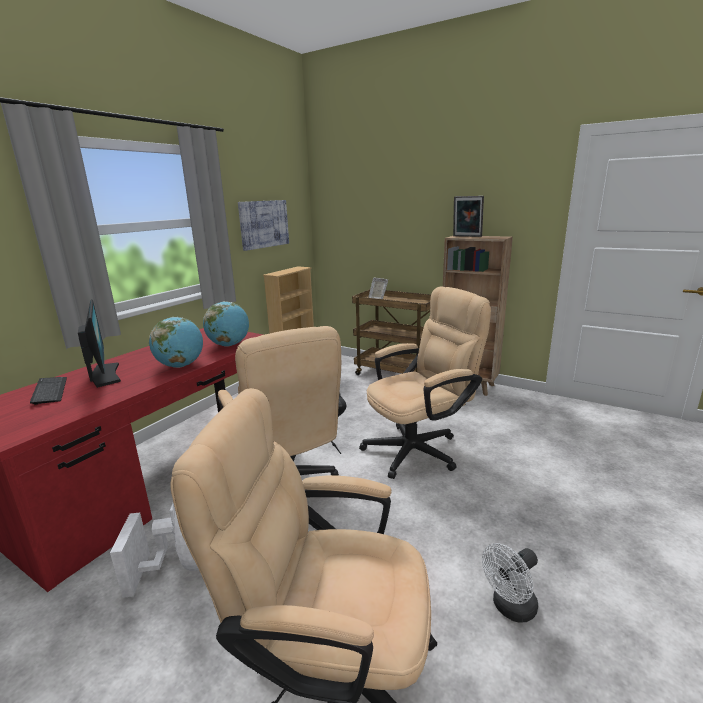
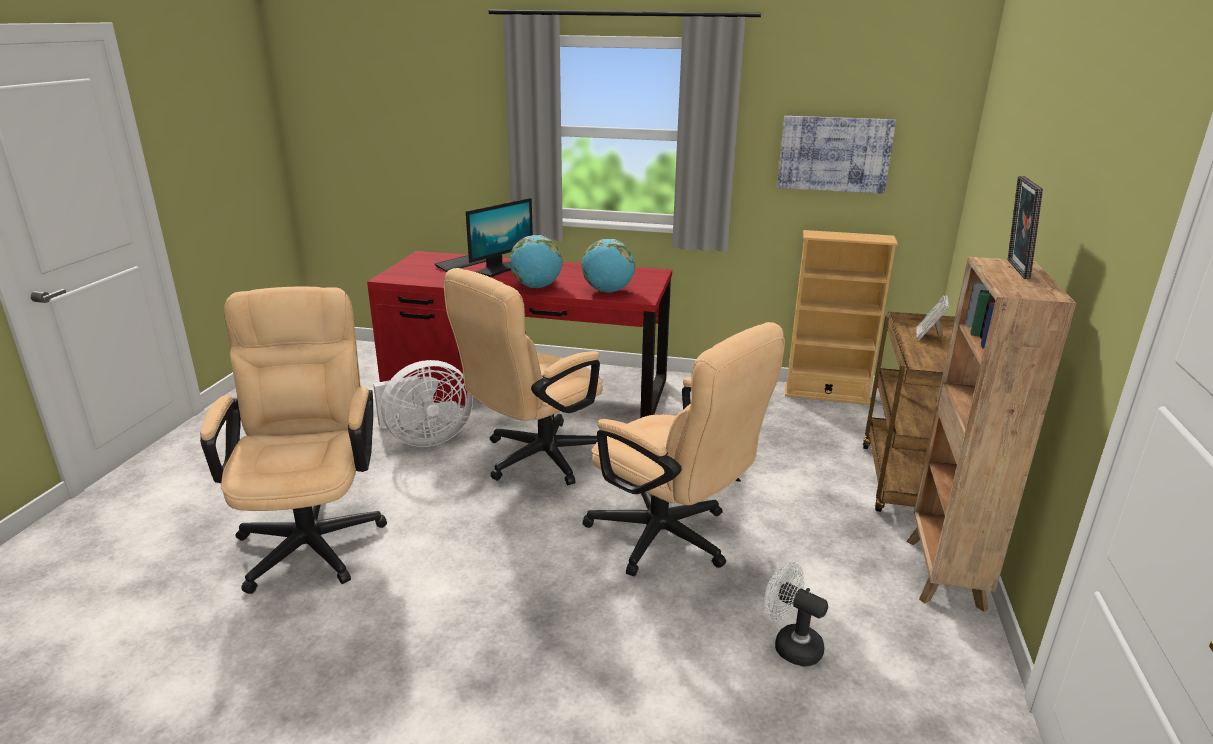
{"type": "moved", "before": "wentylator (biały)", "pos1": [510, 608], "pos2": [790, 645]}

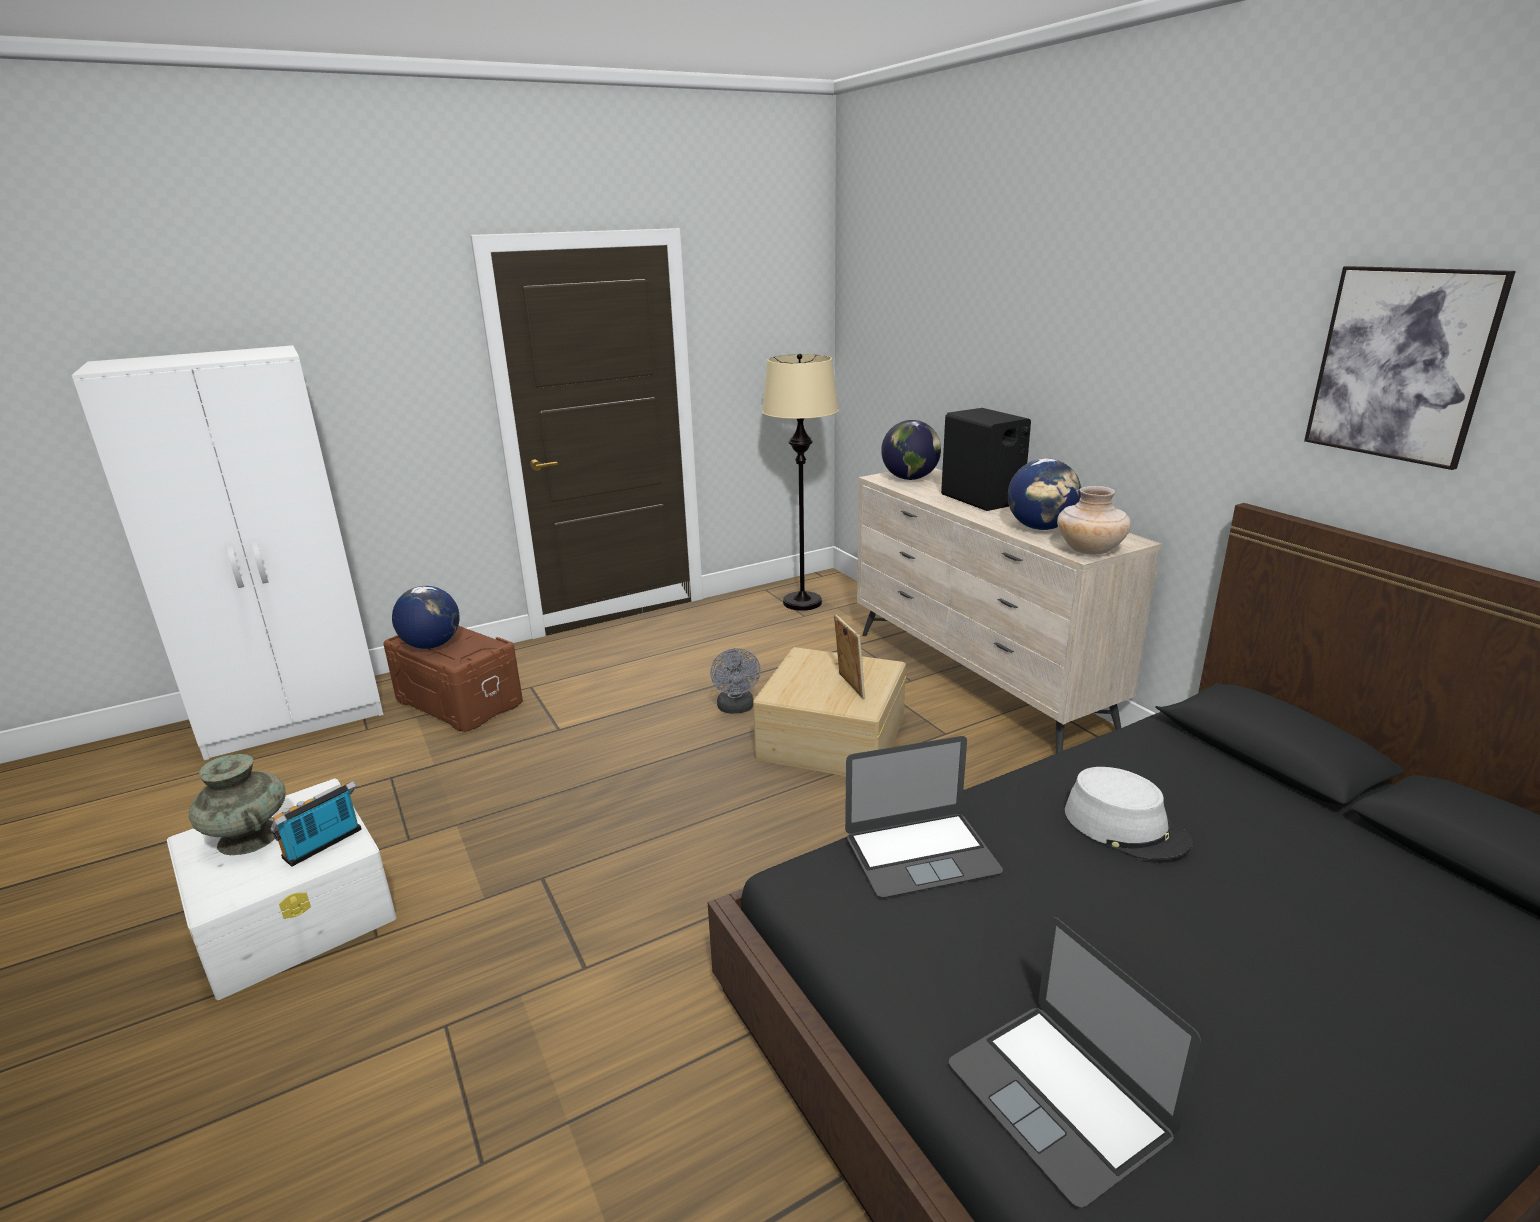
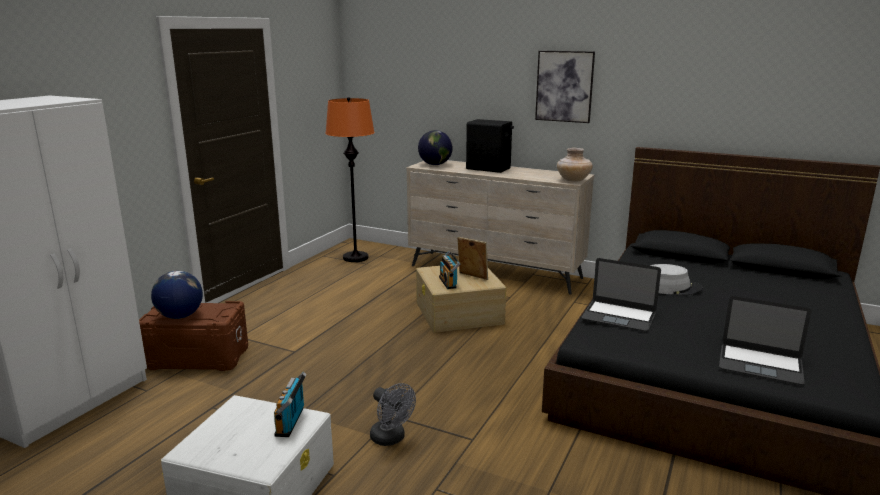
{"type": "recoloured", "before": "lampa stojąca (beżowy)", "after": "lampa stojąca (pomarańczowy)", "pos1": [802, 602], "pos2": [355, 257]}
{"type": "moved", "before": "wentylator (szary)", "pos1": [736, 708], "pos2": [391, 439]}
{"type": "added", "after": "radio", "pos2": [449, 282]}
{"type": "moved", "before": "obraz", "pos1": [1401, 364], "pos2": [564, 86]}
{"type": "turned", "before": "laptop", "pos1": [921, 853], "pos2": [619, 316], "turn": 75}
{"type": "removed", "before": "wazon (turkusowy)", "pos1": [248, 837]}
{"type": "removed", "before": "globus", "pos1": [1041, 528]}

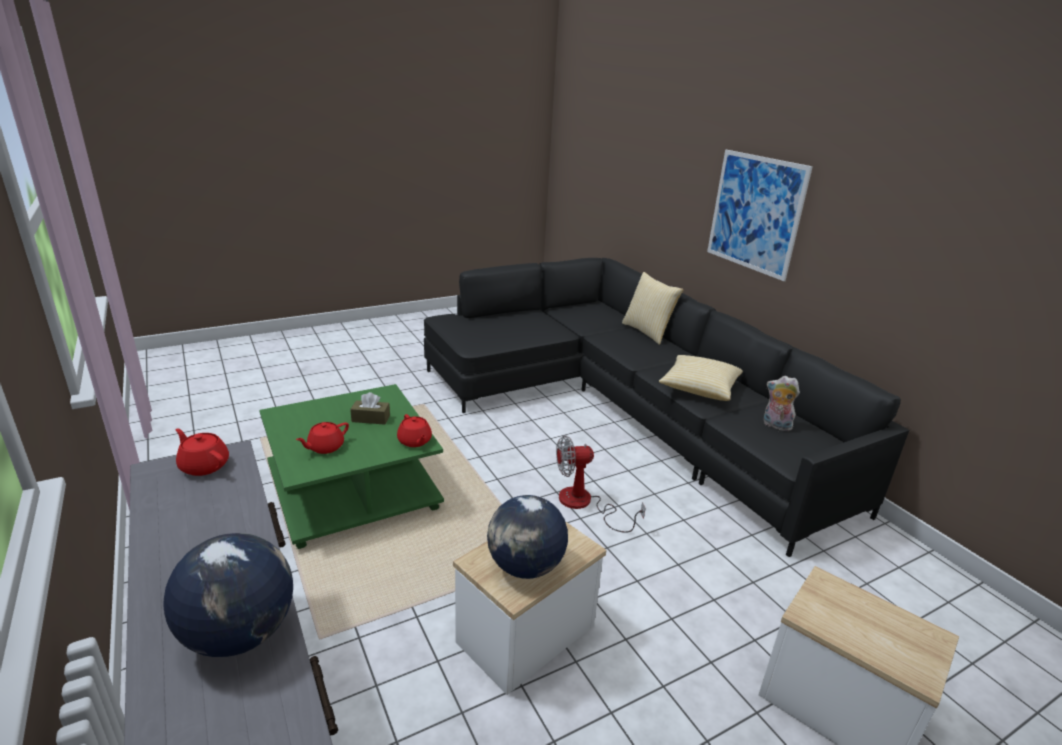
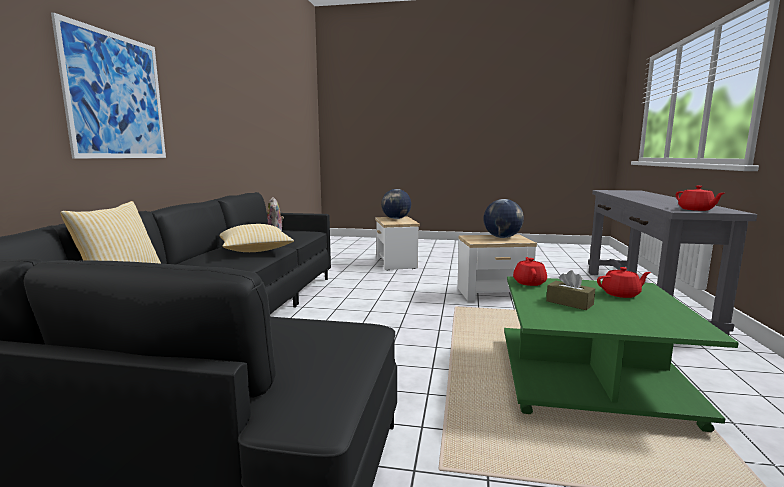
{"type": "moved", "before": "globus", "pos1": [239, 634], "pos2": [396, 218]}
{"type": "removed", "before": "wentylator", "pos1": [584, 504]}

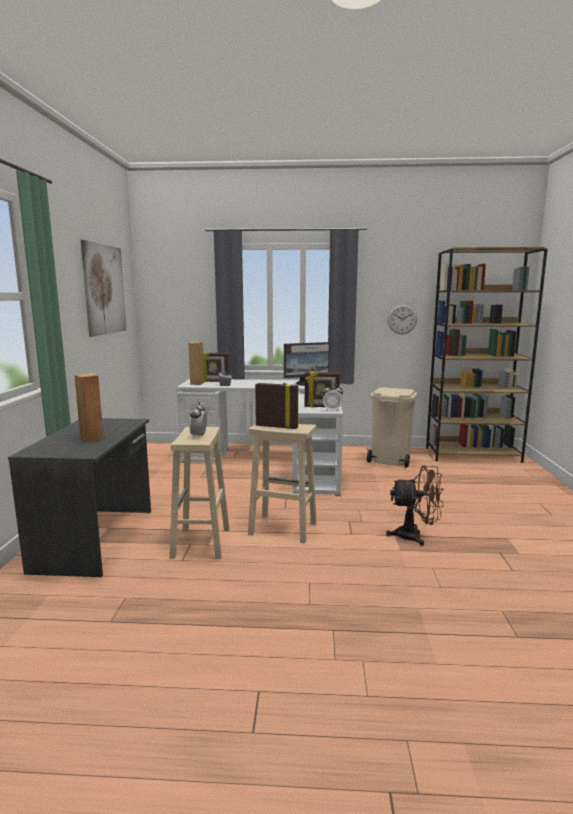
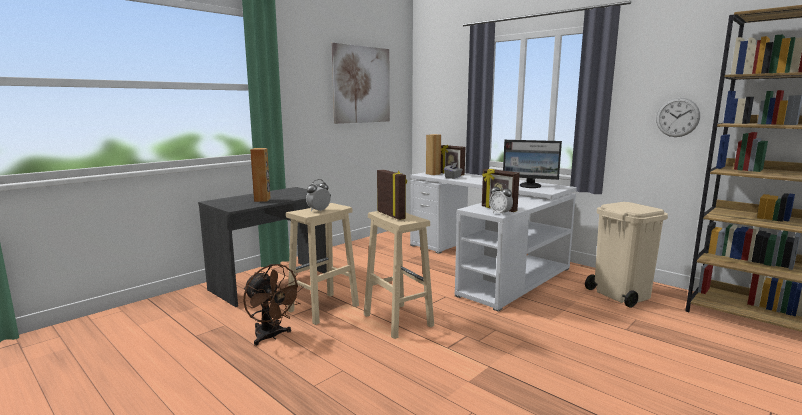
{"type": "moved", "before": "wentylator (brązowy)", "pos1": [415, 536], "pos2": [271, 337]}

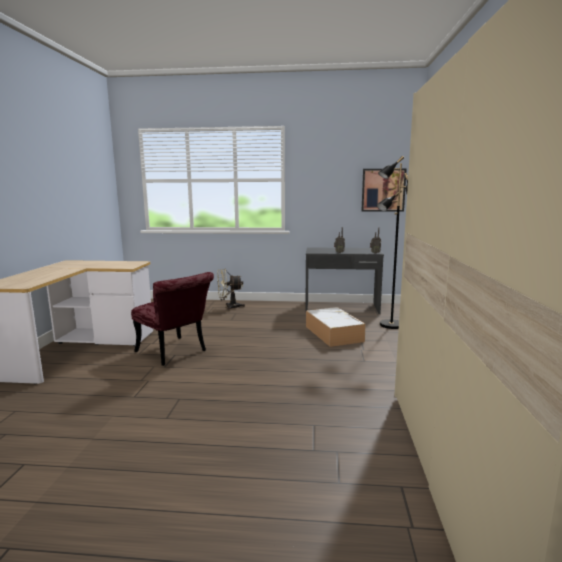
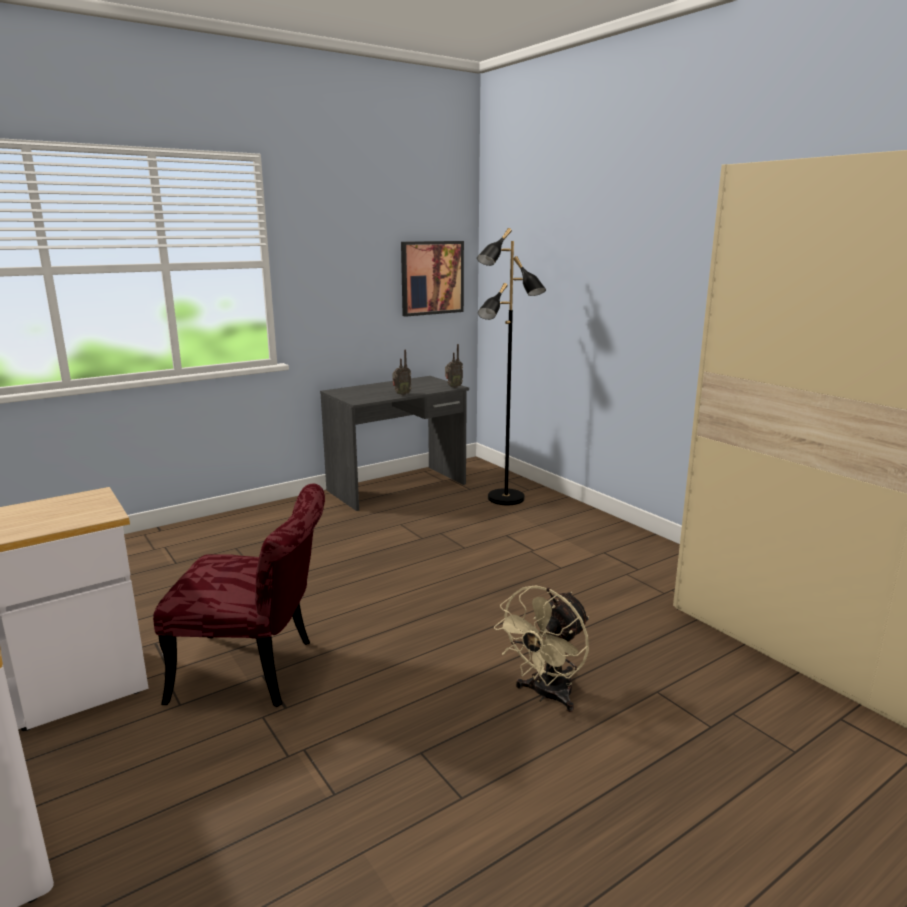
{"type": "moved", "before": "wentylator (beżowy)", "pos1": [229, 307], "pos2": [546, 695]}
{"type": "removed", "before": "pojemnik do przechowywania", "pos1": [333, 333]}

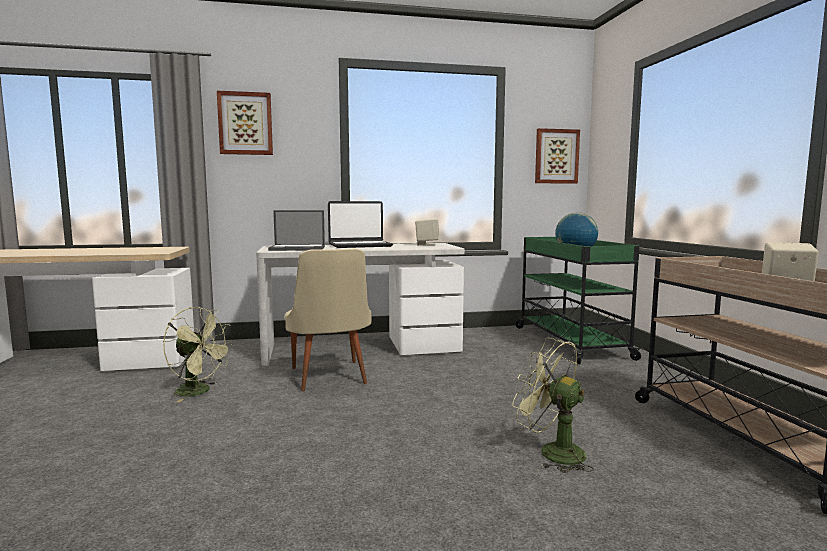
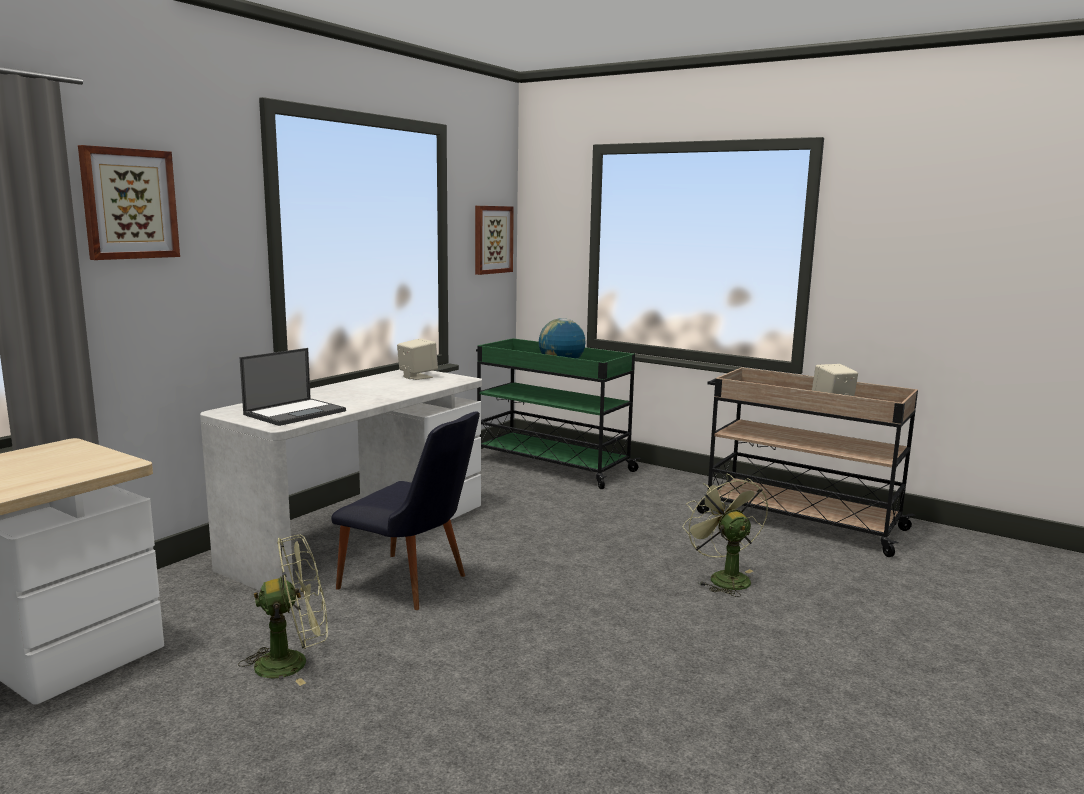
{"type": "recoloured", "before": "krzesło (beżowy)", "after": "krzesło (czarny)", "pos1": [329, 378], "pos2": [412, 585]}
{"type": "turned", "before": "wentylator (zielony)", "pos1": [552, 452], "pos2": [723, 578], "turn": 75}
{"type": "removed", "before": "laptop", "pos1": [360, 245]}

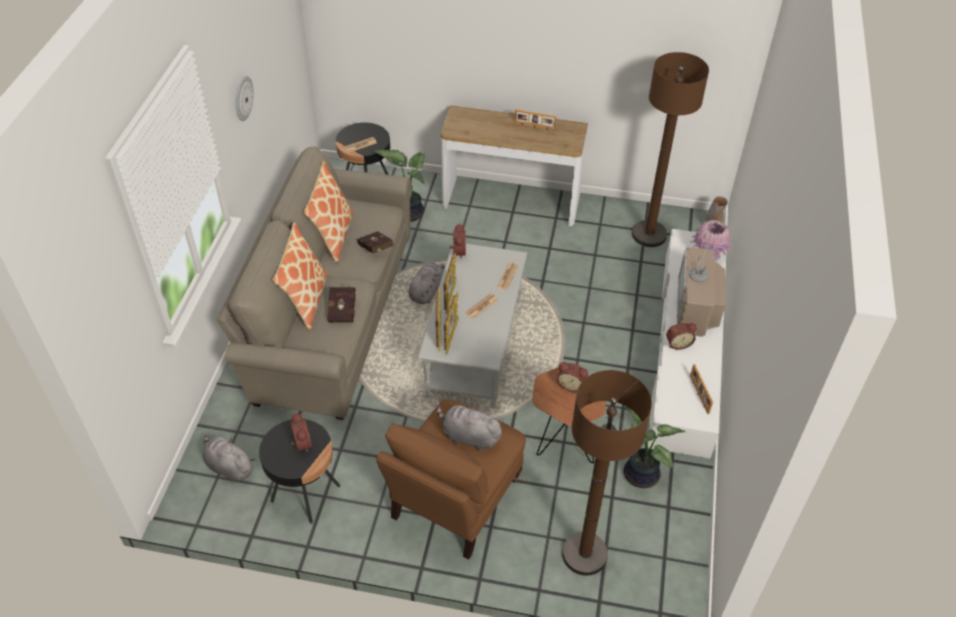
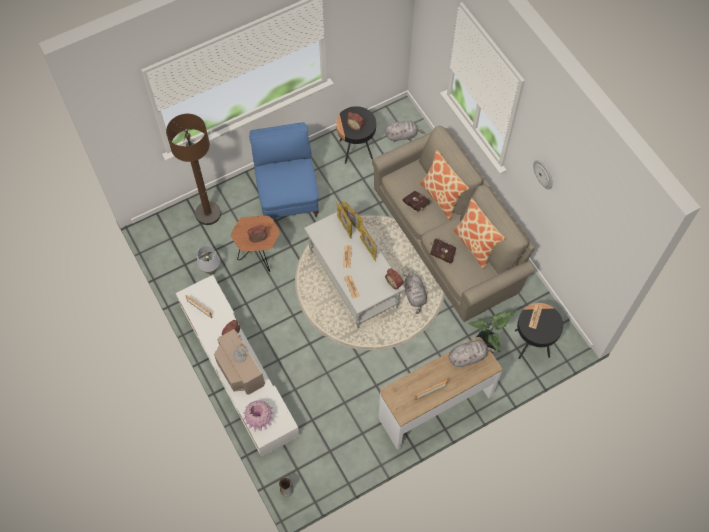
{"type": "replaced", "before": "roślina doniczkowa", "after": "lampa stołowa (szary)", "pos1": [638, 474], "pos2": [211, 271]}
{"type": "recoloured", "before": "fotel (brązowy)", "after": "fotel (niebieski)", "pos1": [454, 500], "pos2": [287, 194]}
{"type": "moved", "before": "pluszak (szary)", "pos1": [469, 436], "pos2": [468, 357]}
{"type": "removed", "before": "lampa stojąca (brązowy)", "pos1": [649, 235]}

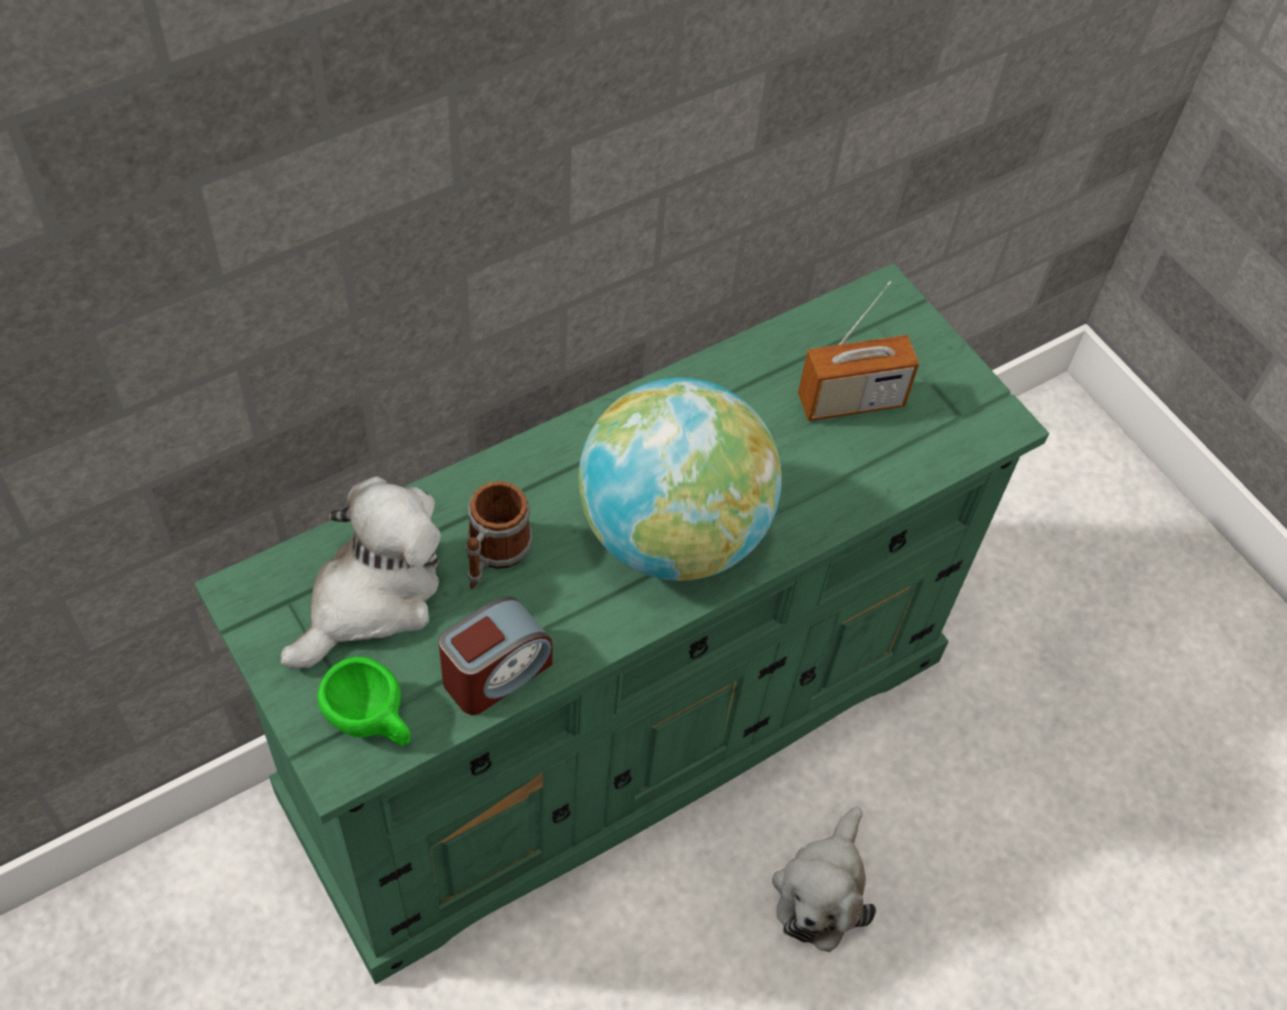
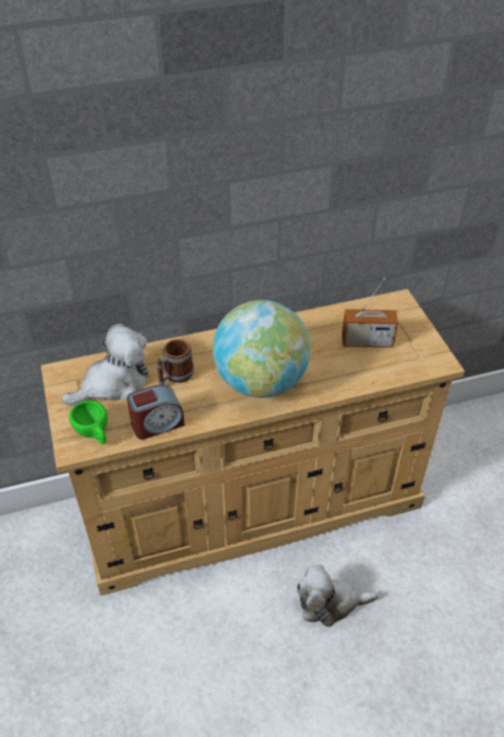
{"type": "recoloured", "before": "komoda (zielony)", "after": "komoda (beżowy)", "pos1": [623, 722], "pos2": [253, 504]}
{"type": "turned", "before": "pluszak", "pos1": [821, 891], "pos2": [330, 603], "turn": 45}

